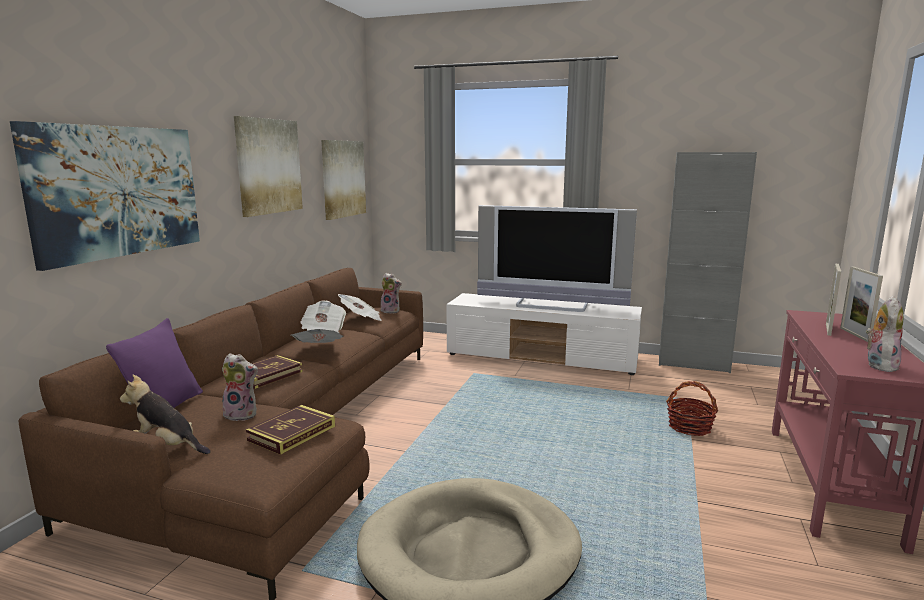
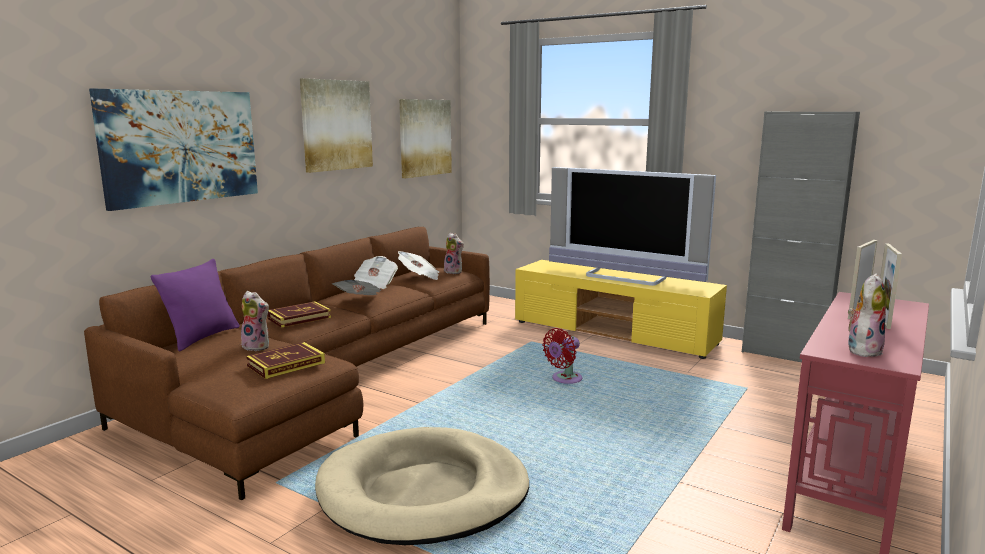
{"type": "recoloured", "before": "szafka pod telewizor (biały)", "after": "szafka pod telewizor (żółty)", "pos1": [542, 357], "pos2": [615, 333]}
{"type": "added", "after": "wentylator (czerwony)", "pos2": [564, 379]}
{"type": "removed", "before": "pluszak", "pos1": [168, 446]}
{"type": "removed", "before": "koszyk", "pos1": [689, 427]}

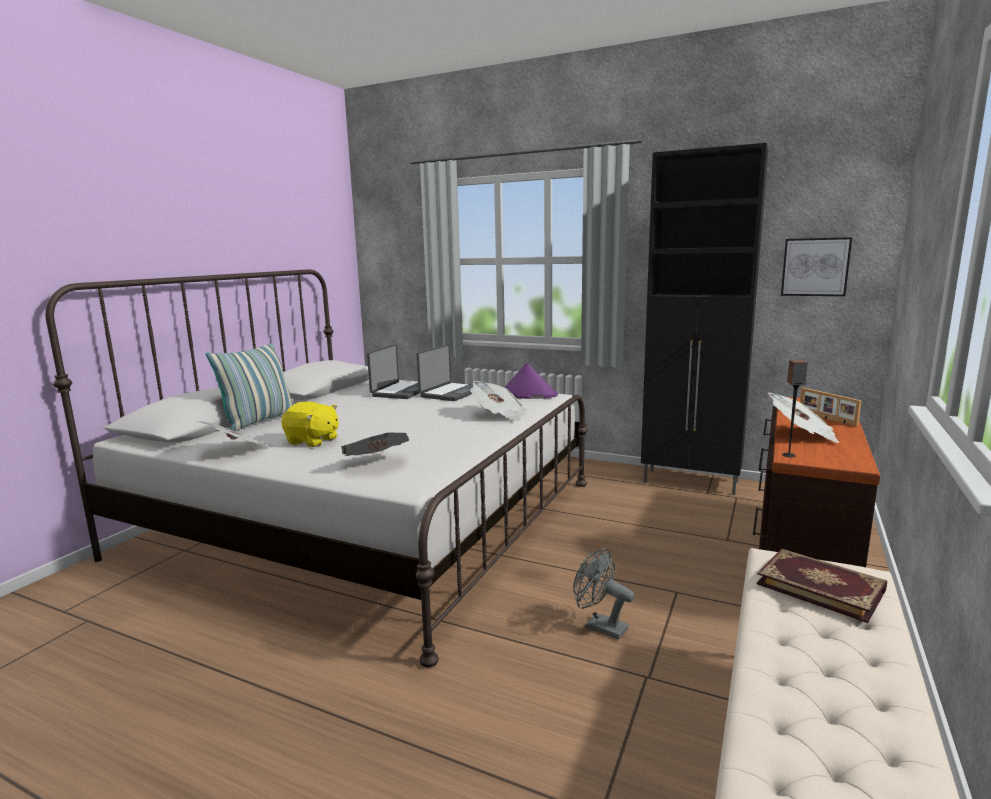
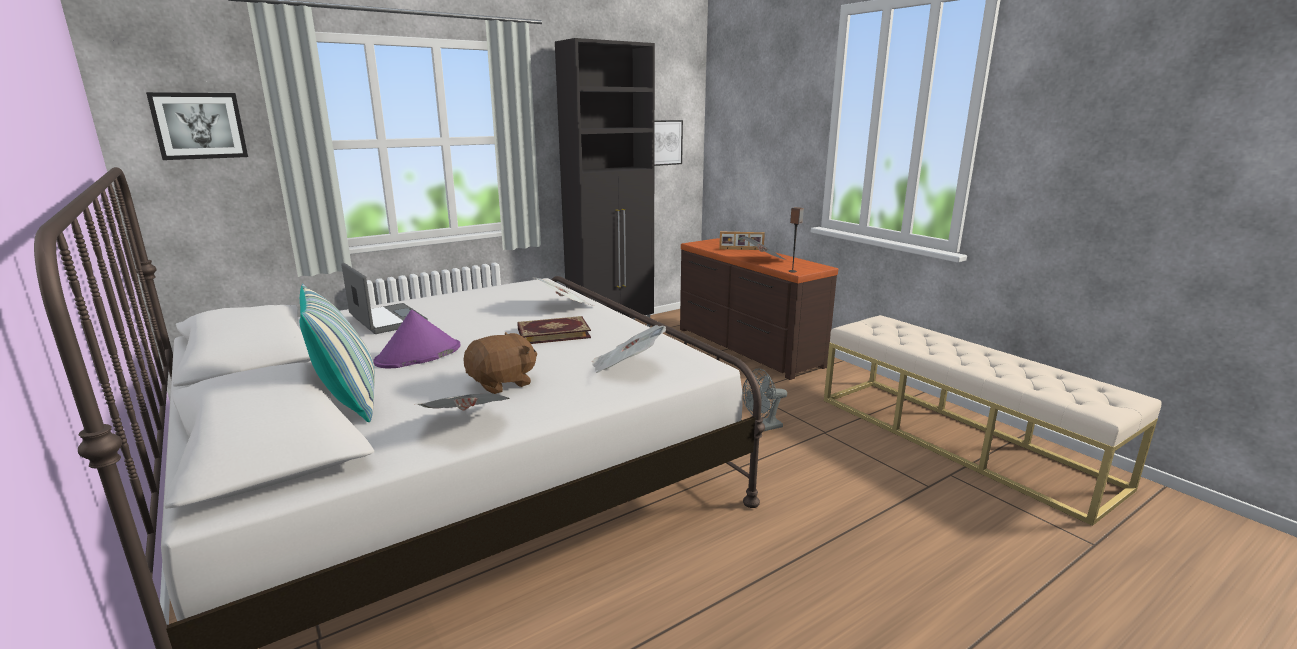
{"type": "added", "after": "obraz", "pos2": [199, 126]}
{"type": "moved", "before": "kapelusz (fioletowy)", "pos1": [527, 395], "pos2": [418, 355]}
{"type": "recoloured", "before": "pluszak (żółty)", "after": "pluszak (brązowy)", "pos1": [312, 441], "pos2": [502, 383]}
{"type": "moved", "before": "książka", "pos1": [820, 586], "pos2": [553, 333]}
{"type": "removed", "before": "laptop", "pos1": [451, 393]}

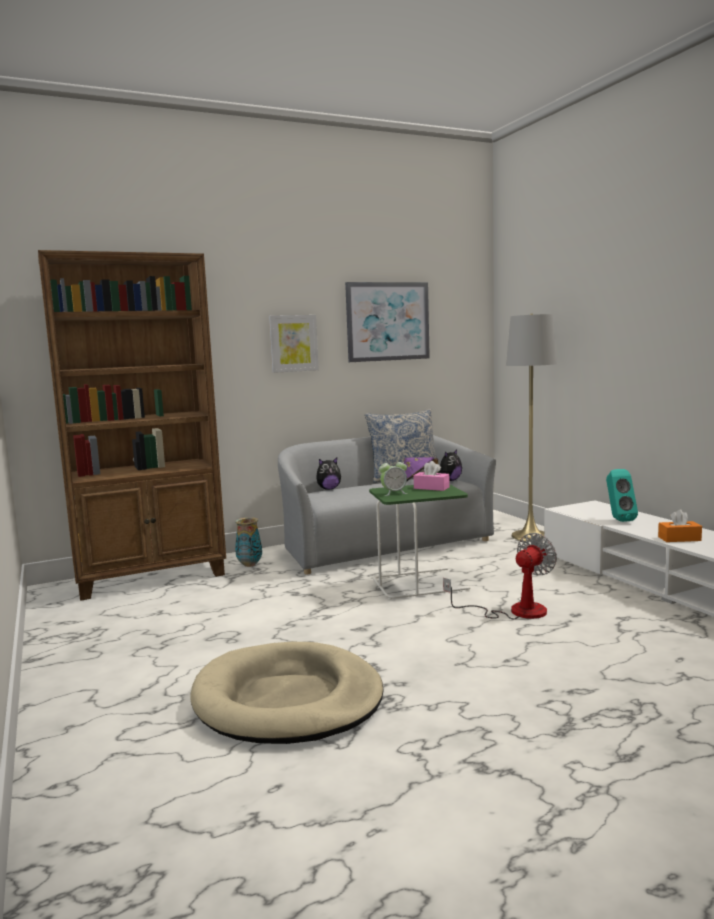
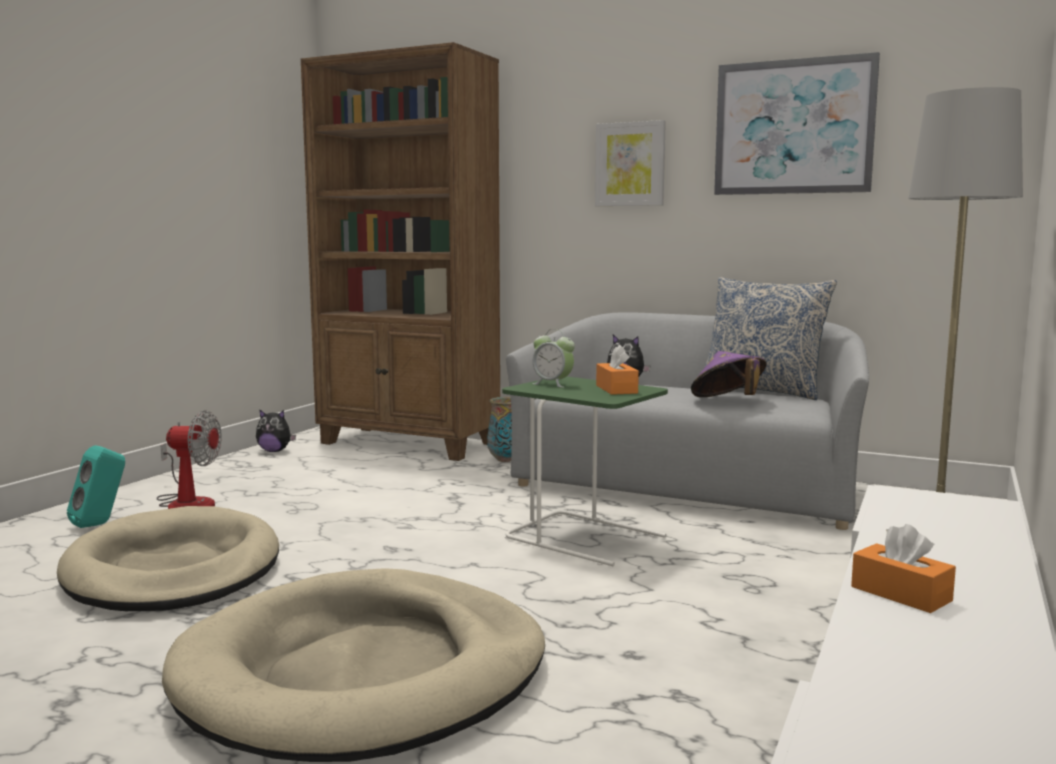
{"type": "moved", "before": "głośnik (turkusowy)", "pos1": [618, 520], "pos2": [101, 524]}
{"type": "moved", "before": "wentylator", "pos1": [514, 611], "pos2": [187, 503]}
{"type": "added", "after": "legowisko (beżowy)", "pos2": [364, 673]}
{"type": "moved", "before": "pluszak", "pos1": [449, 480], "pos2": [275, 451]}
{"type": "recoloured", "before": "pudełko chusteczek (różowy)", "after": "pudełko chusteczek (pomarańczowy)", "pos1": [431, 488], "pos2": [616, 389]}

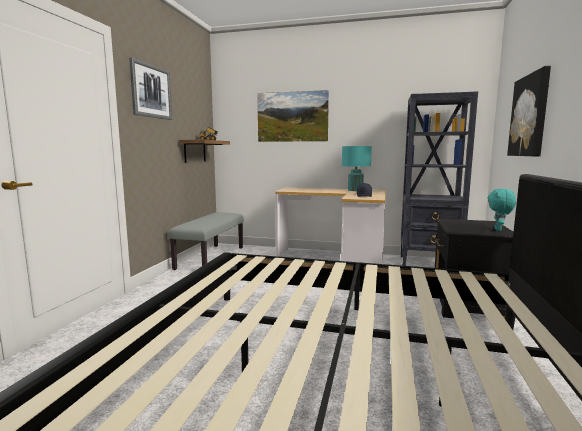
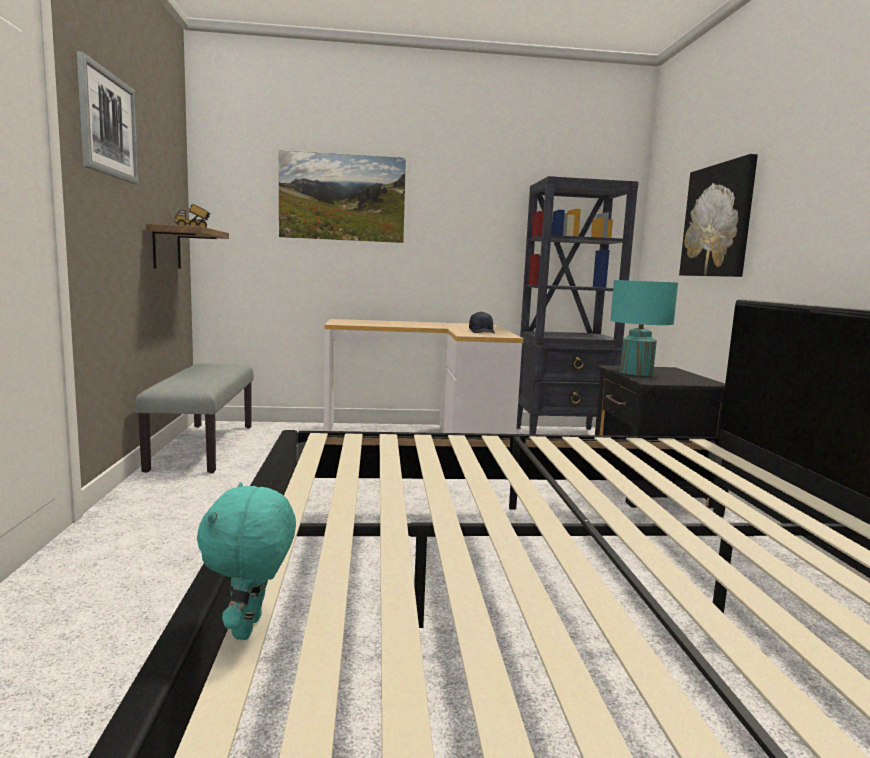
{"type": "moved", "before": "pluszak (turkusowy)", "pos1": [499, 230], "pos2": [250, 629]}
{"type": "moved", "before": "lampa stołowa (turkusowy)", "pos1": [355, 190], "pos2": [636, 372]}

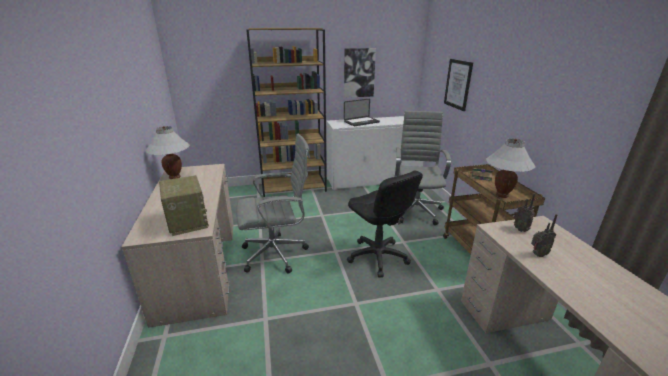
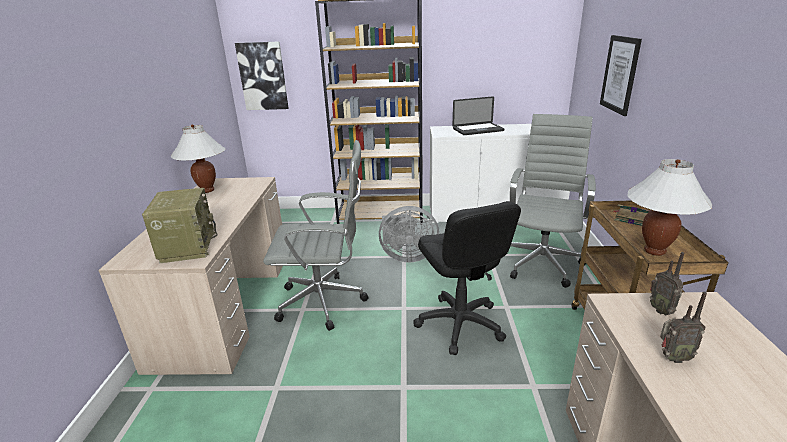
{"type": "moved", "before": "obraz", "pos1": [359, 73], "pos2": [263, 76]}
{"type": "added", "after": "wentylator (szary)", "pos2": [406, 256]}

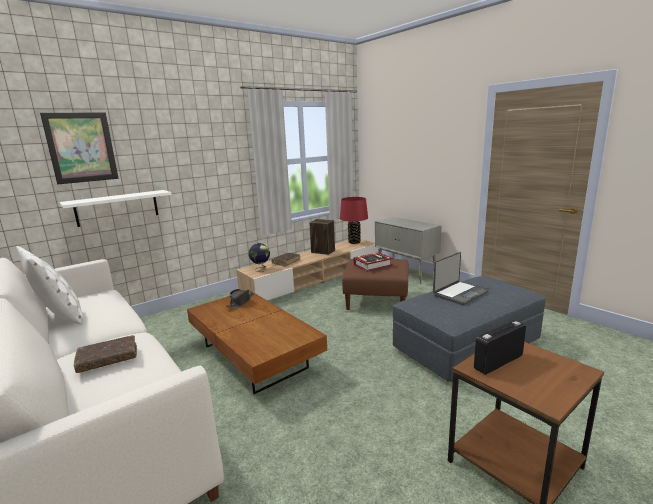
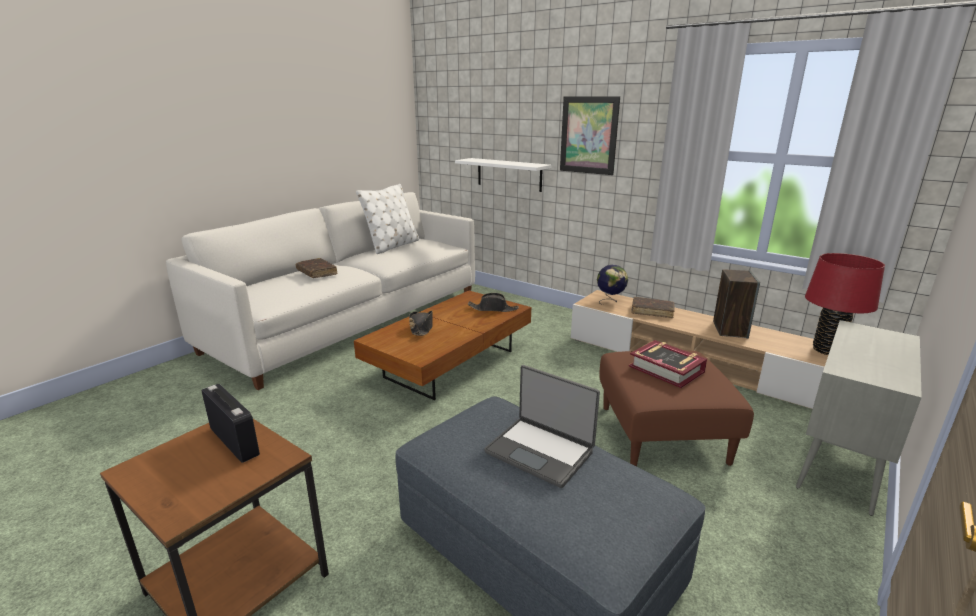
{"type": "added", "after": "kapelusz (czarny)", "pos2": [421, 328]}
{"type": "moved", "before": "obraz", "pos1": [81, 147], "pos2": [588, 135]}

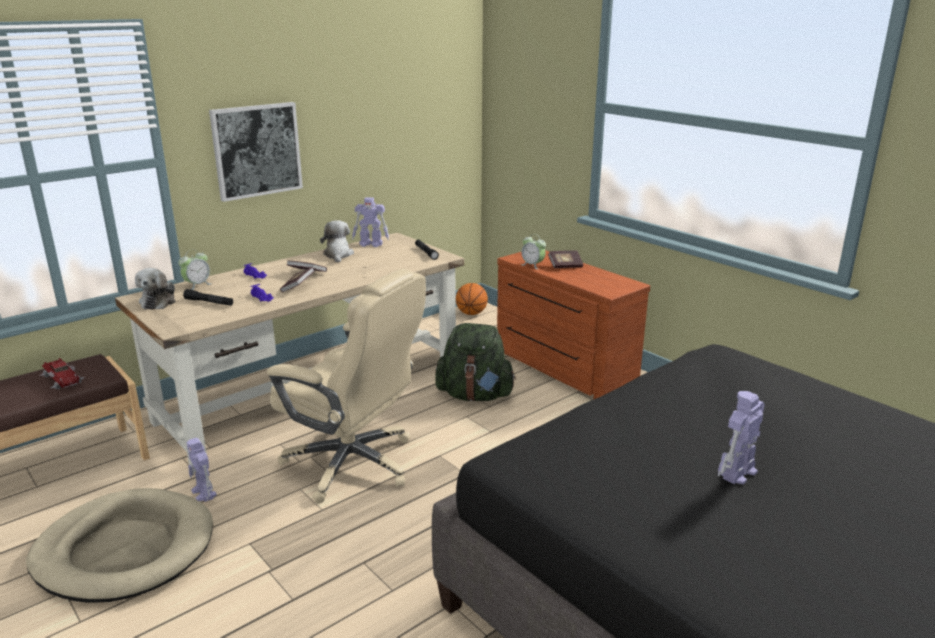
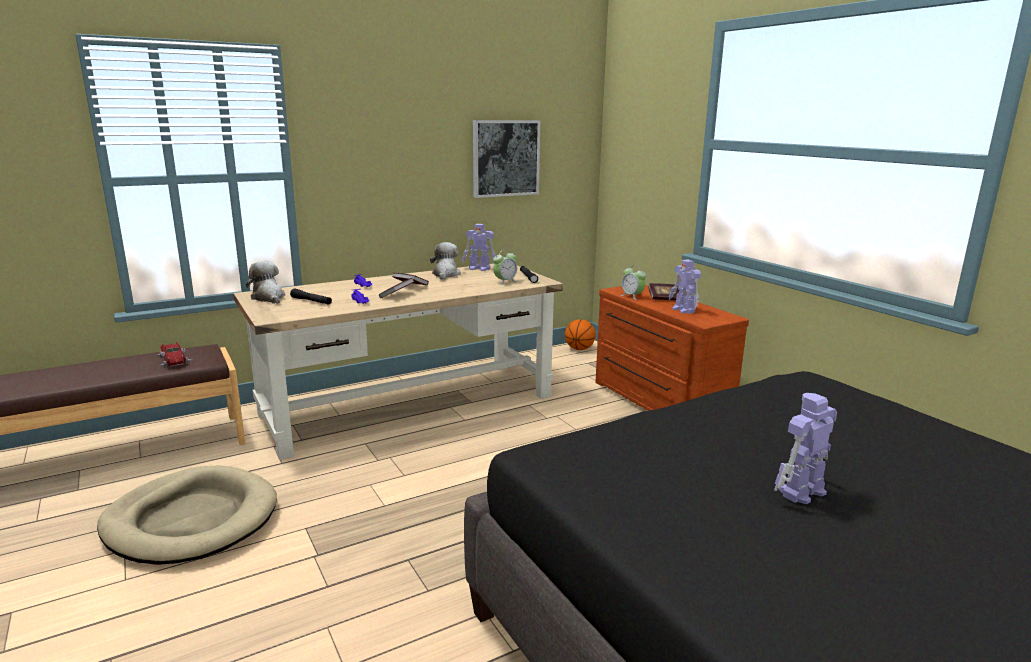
{"type": "turned", "before": "pluszak", "pos1": [159, 301], "pos2": [268, 298], "turn": 135}
{"type": "moved", "before": "obraz", "pos1": [256, 150], "pos2": [505, 158]}
{"type": "moved", "before": "budzik", "pos1": [197, 285], "pos2": [505, 282]}
{"type": "moved", "before": "robot zabawkowy", "pos1": [204, 493], "pos2": [684, 310]}
{"type": "removed", "before": "krzesło biurowe (beżowy)", "pos1": [353, 464]}
{"type": "removed", "before": "plecak (zielony)", "pos1": [475, 395]}

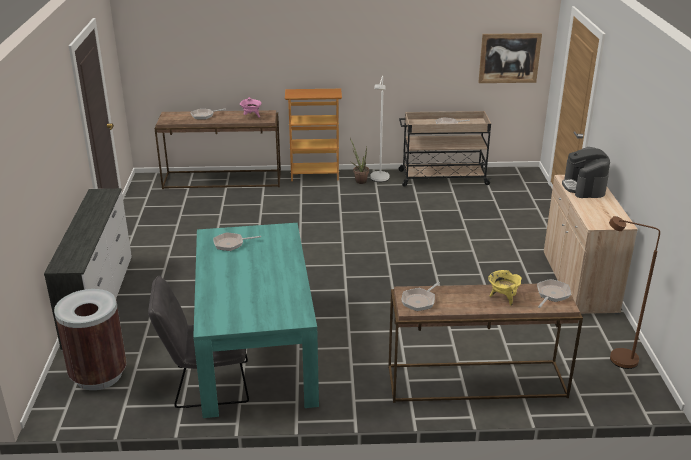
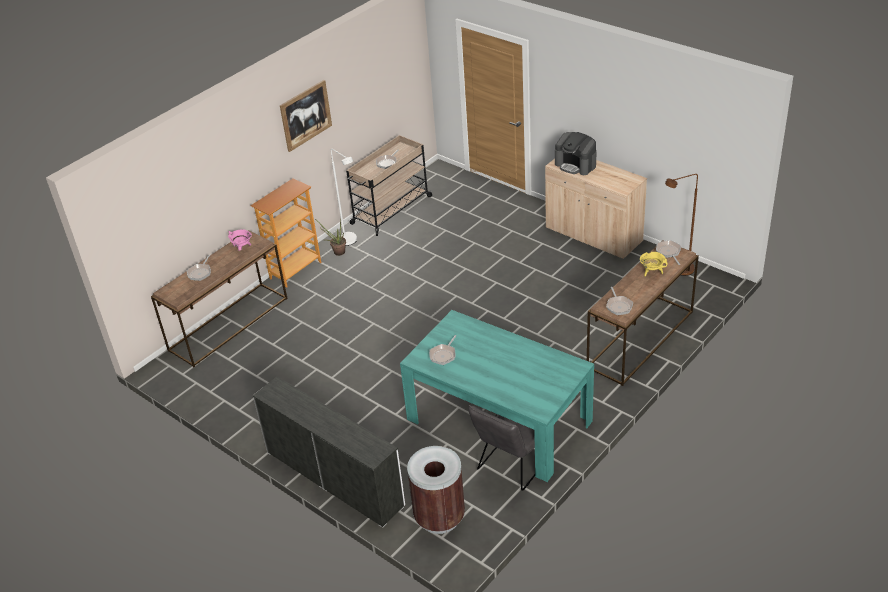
{"type": "moved", "before": "obraz", "pos1": [509, 58], "pos2": [305, 115]}

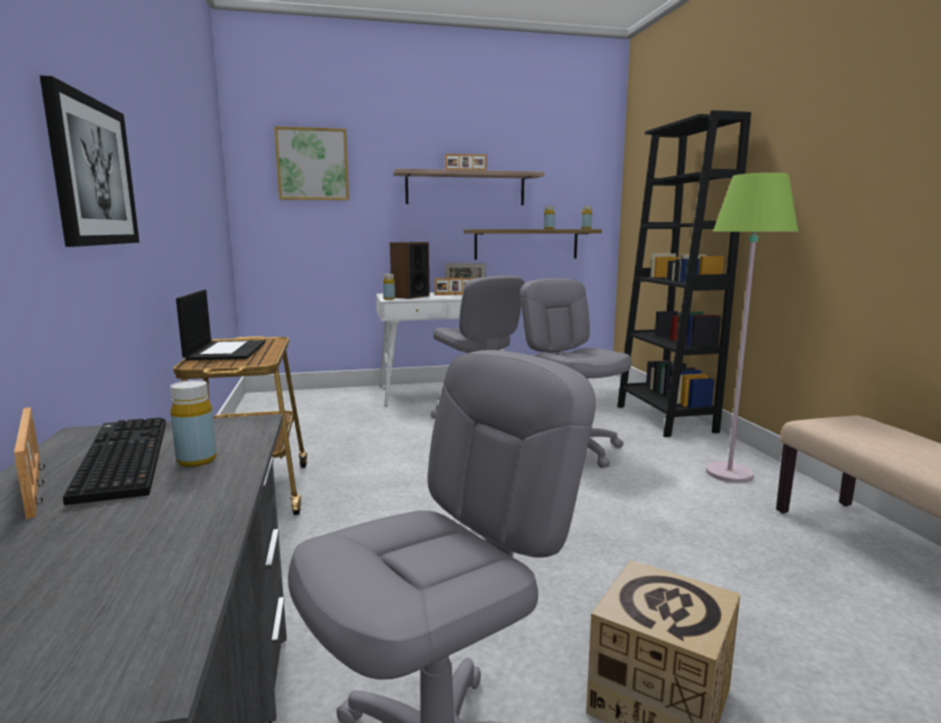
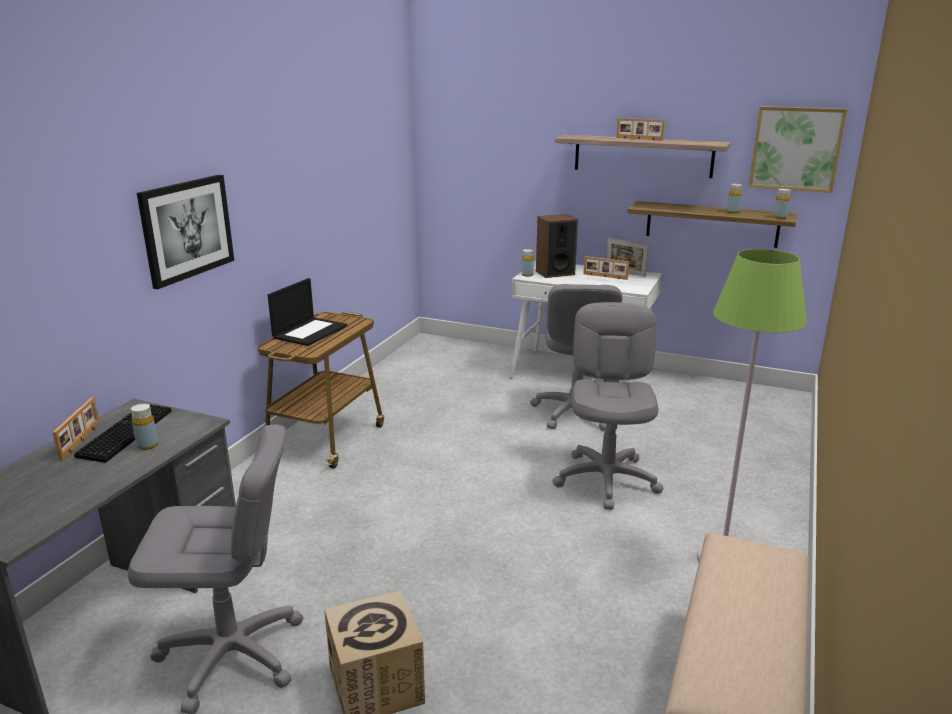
{"type": "moved", "before": "obraz", "pos1": [312, 164], "pos2": [796, 149]}
{"type": "removed", "before": "regał (czarny)", "pos1": [665, 419]}

